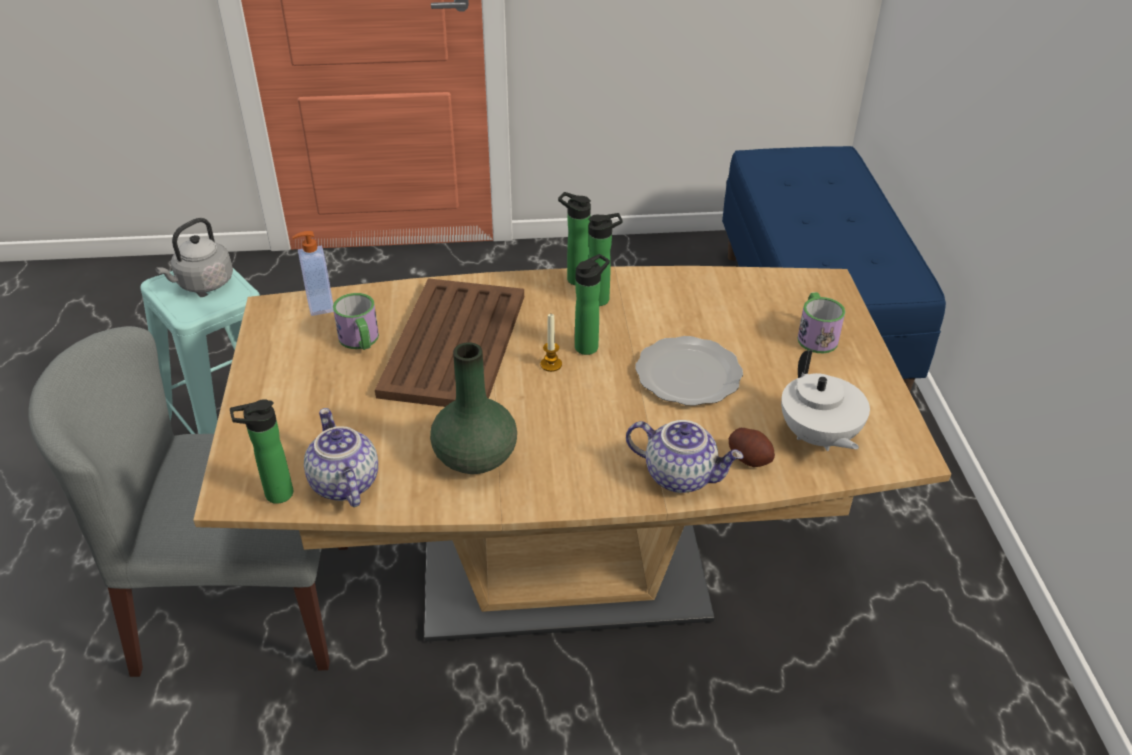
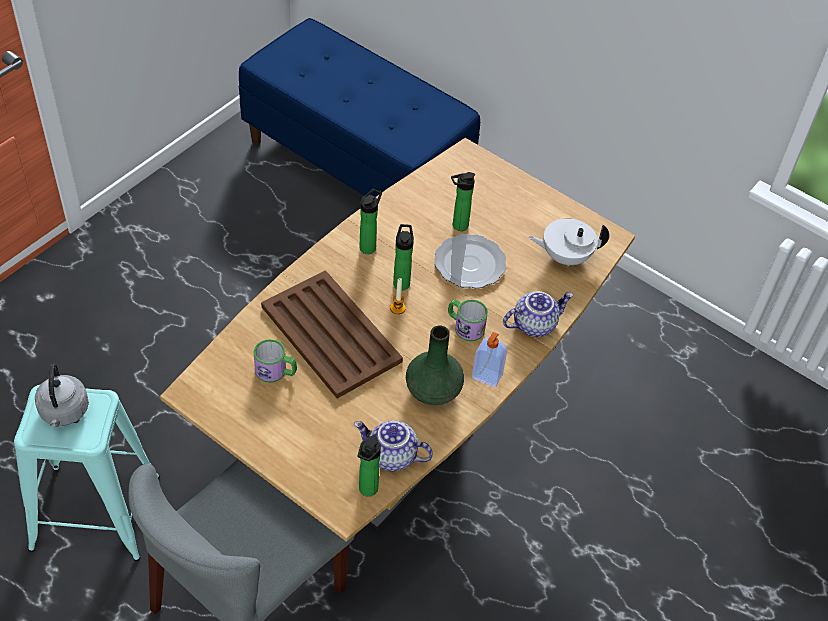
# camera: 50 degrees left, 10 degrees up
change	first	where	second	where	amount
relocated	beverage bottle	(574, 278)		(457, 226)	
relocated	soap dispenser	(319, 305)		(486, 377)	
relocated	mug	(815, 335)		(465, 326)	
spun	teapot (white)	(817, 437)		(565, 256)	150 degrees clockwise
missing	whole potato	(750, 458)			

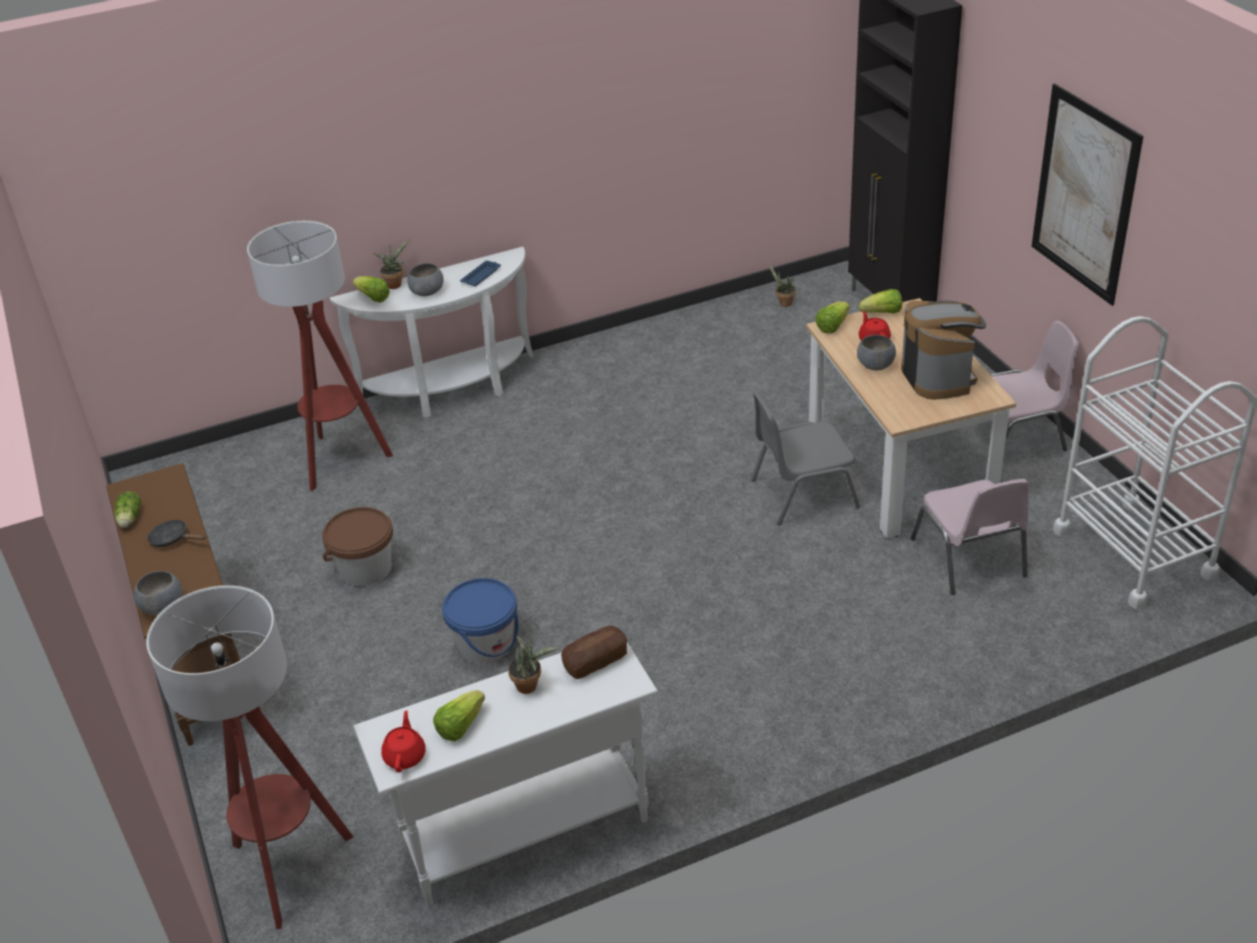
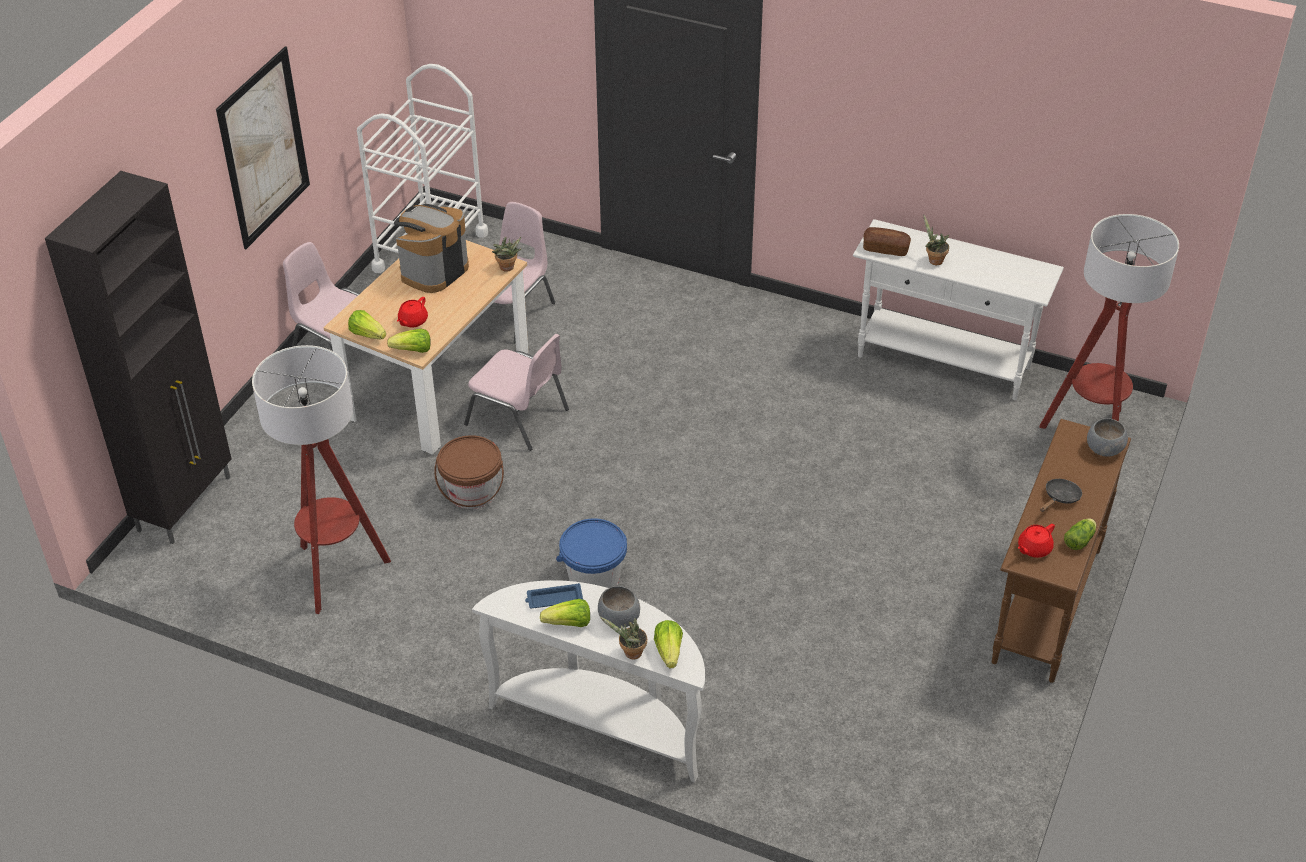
# camera: 135 degrees left, 5 degrees up
change	first	where	second	where	amount
relocated	standard lamp	(341, 460)		(336, 573)	
relocated	plant in a pot	(783, 303)		(507, 268)	
missing	deep dish (grey)	(876, 365)			
colour	upright chair (grey)	(802, 493)	upright chair (pink)	(518, 417)	
relocated	pail (brown)	(365, 568)		(472, 492)	
spun	pan (black)	(173, 539)		(1060, 498)	120 degrees counterclockwise
relocated	pail (blue-coloured)	(485, 643)		(594, 577)	
relocated	head of lettuce	(460, 726)		(569, 624)	
relocated	teapot (red)	(405, 756)		(1033, 549)	

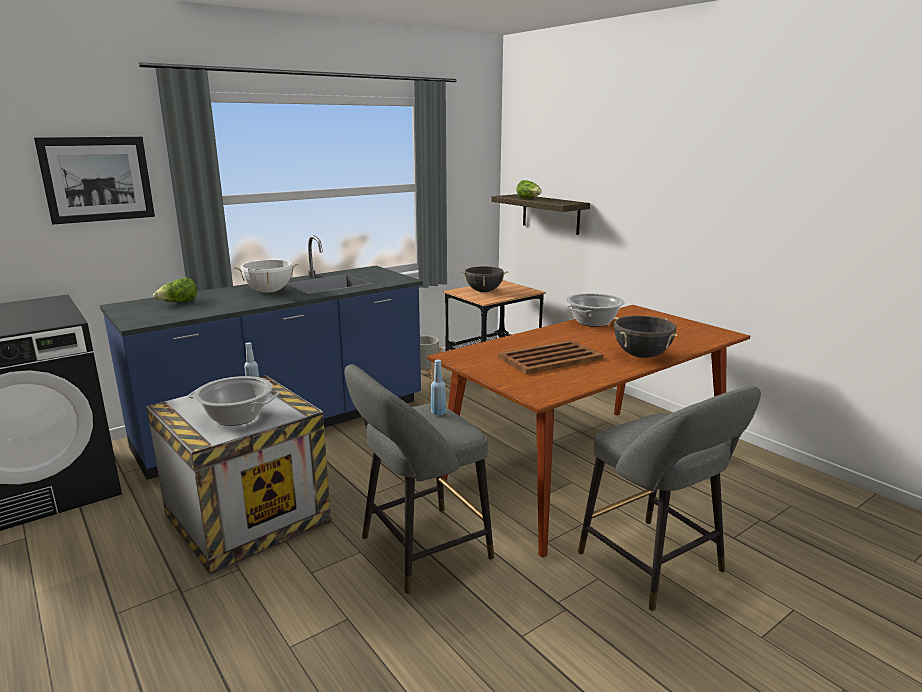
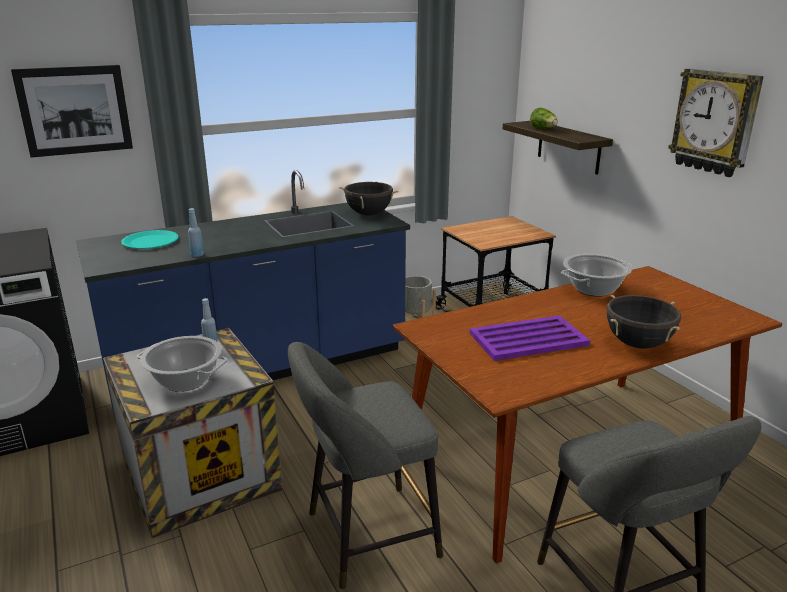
# camera: 10 degrees right, 5 degrees up
change	first	where	second	where	amount
missing	stockpot (white)	(269, 291)			
relocated	stockpot (black)	(484, 291)		(369, 214)	
exchanged	head of lettuce	(178, 302)	plate (turquoise-coloured)	(150, 241)	
colour	tray (brown)	(549, 358)	tray (purple-coloured)	(527, 339)	
relocated	beverage bottle (blue-coloured)	(438, 413)		(197, 255)	
appeared			wall clock	(715, 122)	

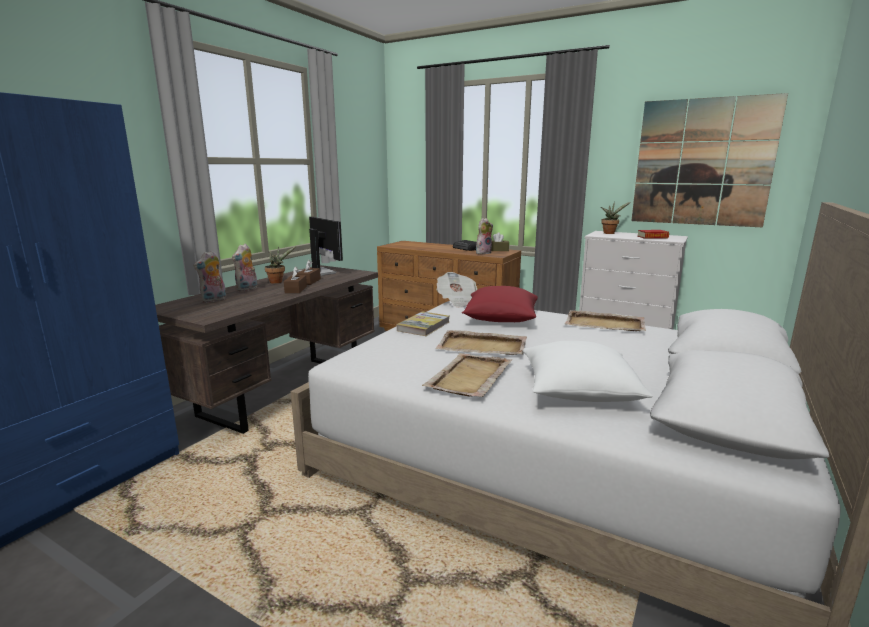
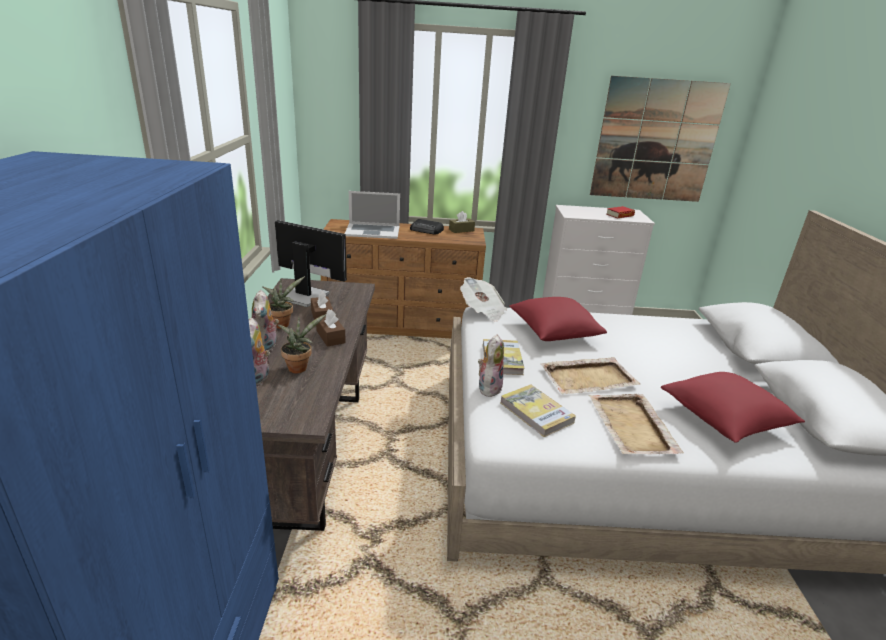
# camera: 30 degrees left, 10 degrees up
change	first	where	second	where	amount
relocated	plant in a pot	(610, 233)		(299, 367)	
relocated	soft toy	(483, 253)		(488, 387)	
missing	tray (beige-coloured)	(605, 324)			
colour	throw pillow (white)	(578, 392)	throw pillow (red)	(724, 420)	
appeared			notebook computer	(372, 231)	
appeared			book	(536, 412)	

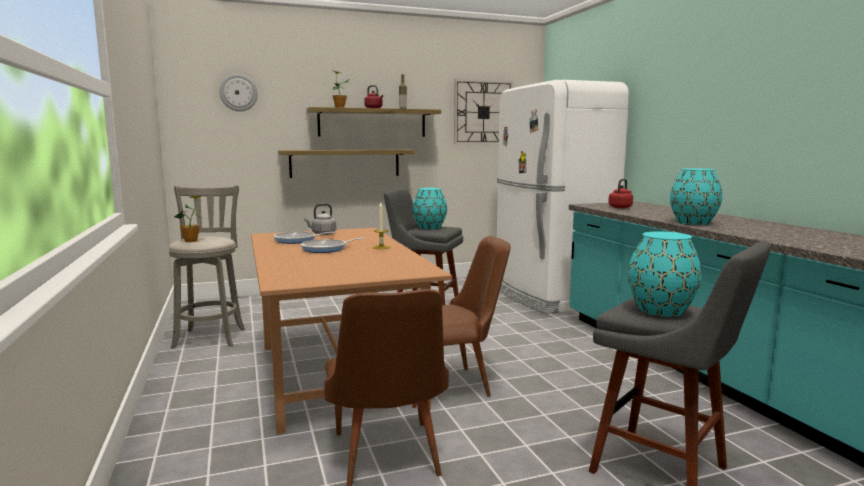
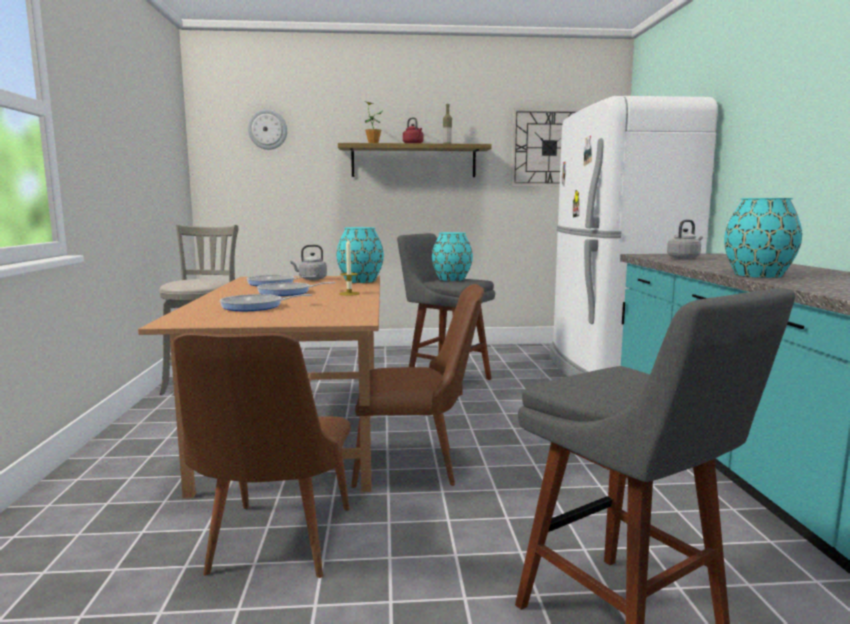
# camera: 15 degrees right, 0 degrees up
change	first	where	second	where	amount
missing	shelf	(345, 163)			
colour	tea kettle (red)	(620, 207)	tea kettle (grey)	(684, 258)	
missing	plant in a pot	(191, 241)			
relocated	flower vase (turquoise-coloured)	(662, 310)		(360, 281)	
appeared			pan	(255, 306)	

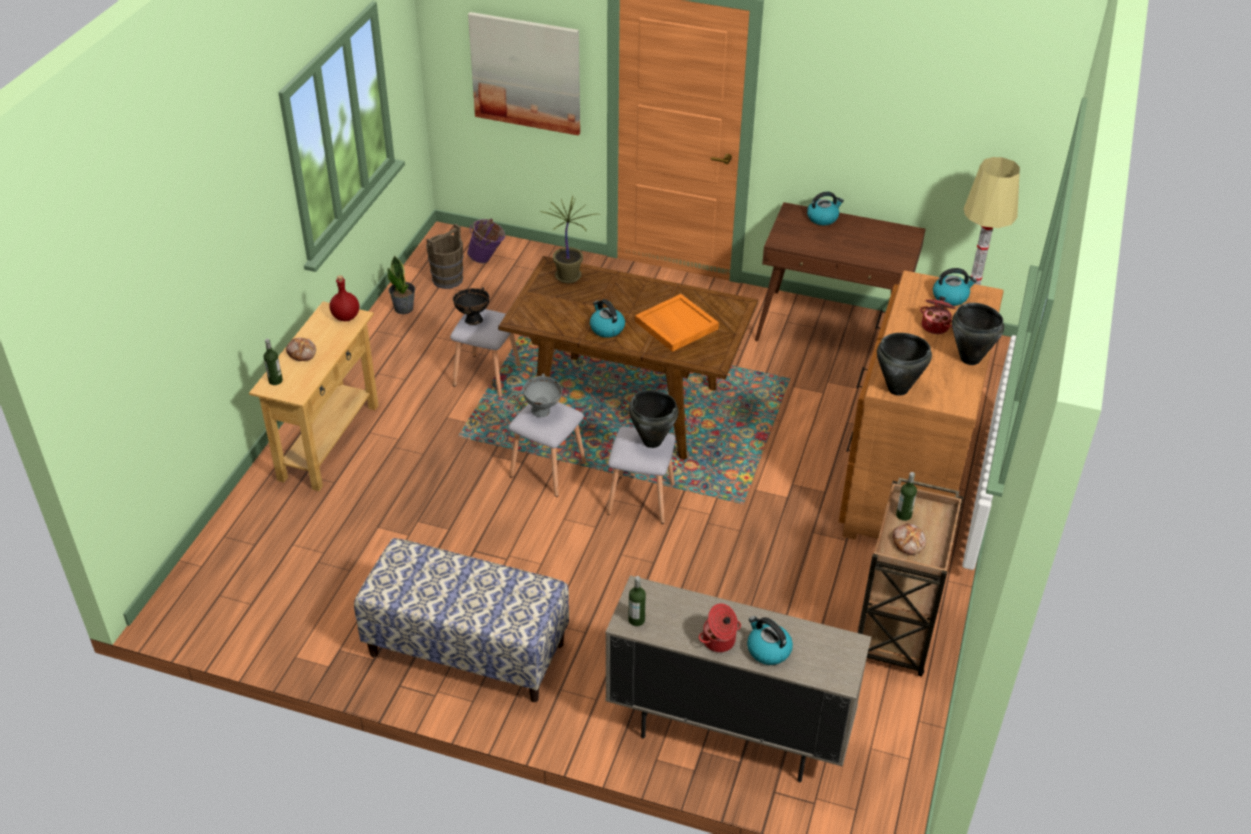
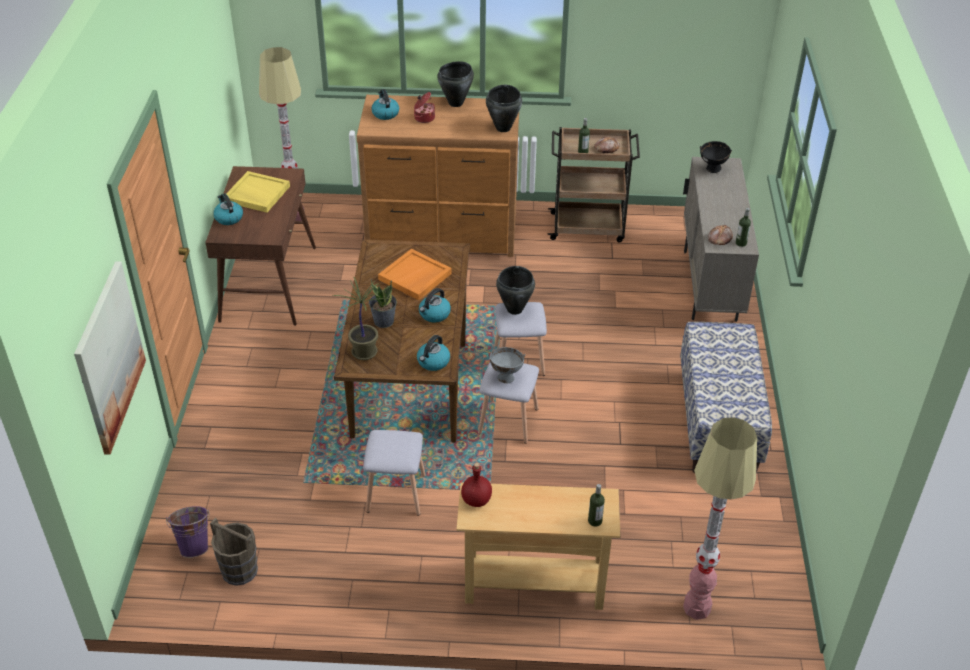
# camera: 105 degrees left, 0 degrees up
change	first	where	second	where	amount
relocated	plant in a pot	(404, 308)		(383, 321)	
relocated	deep dish (black)	(472, 320)		(712, 170)	
relocated	bread	(302, 353)		(719, 239)	
missing	stockpot	(719, 641)			
relocated	tea kettle	(768, 650)		(433, 362)	
appeared			tray (yellow-coloured)	(256, 194)	
appeared			standard lamp	(697, 608)	

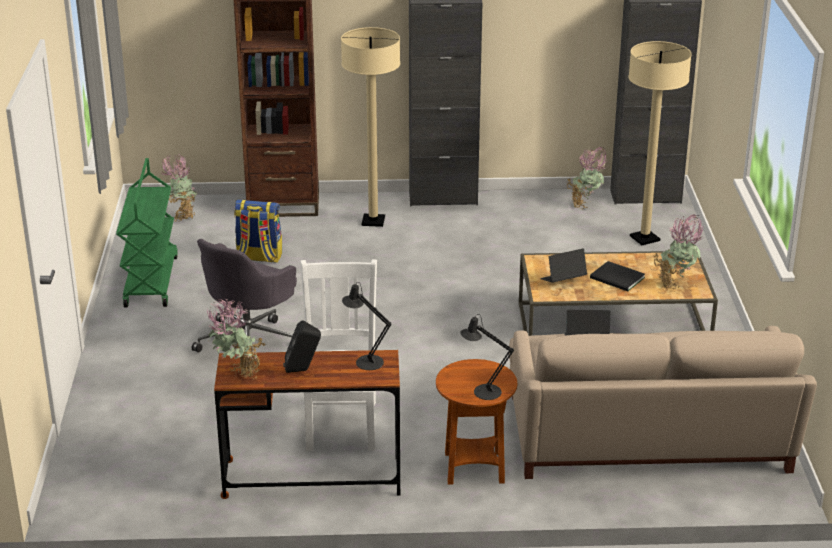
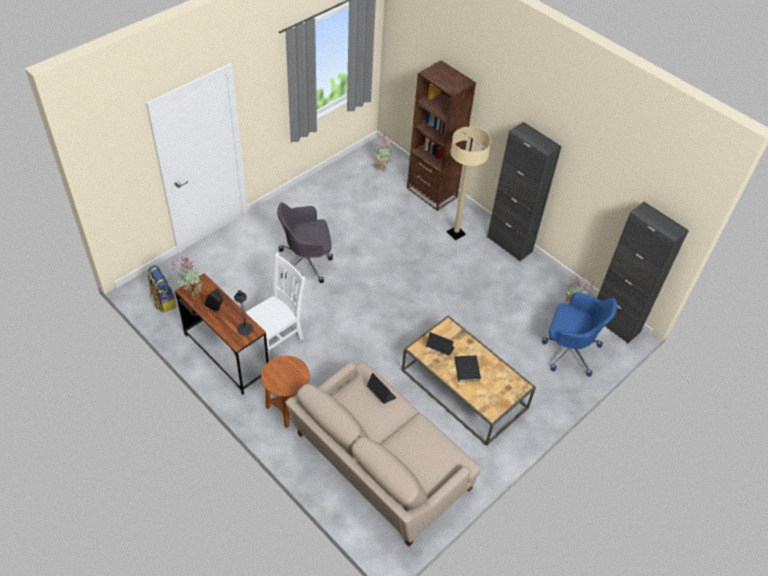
# camera: 45 degrees right, 20 degrees up
change	first	where	second	where	amount
exchanged	standard lamp (beige-coloured)	(644, 238)	office chair (blue-coloured)	(569, 350)	
missing	trolley (greenish)	(150, 281)			
relocated	knapsack	(259, 257)		(163, 301)	
missing	plant in a pot	(675, 283)			
missing	table lamp (black)	(483, 391)			

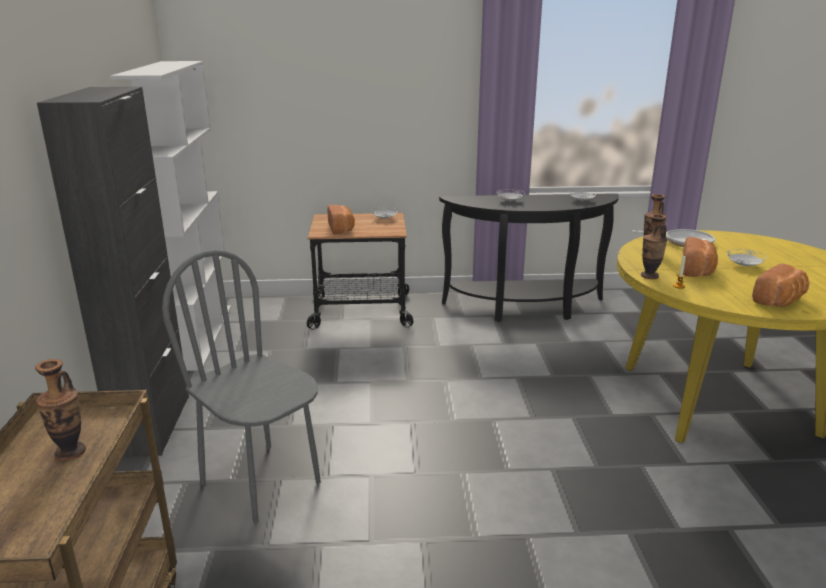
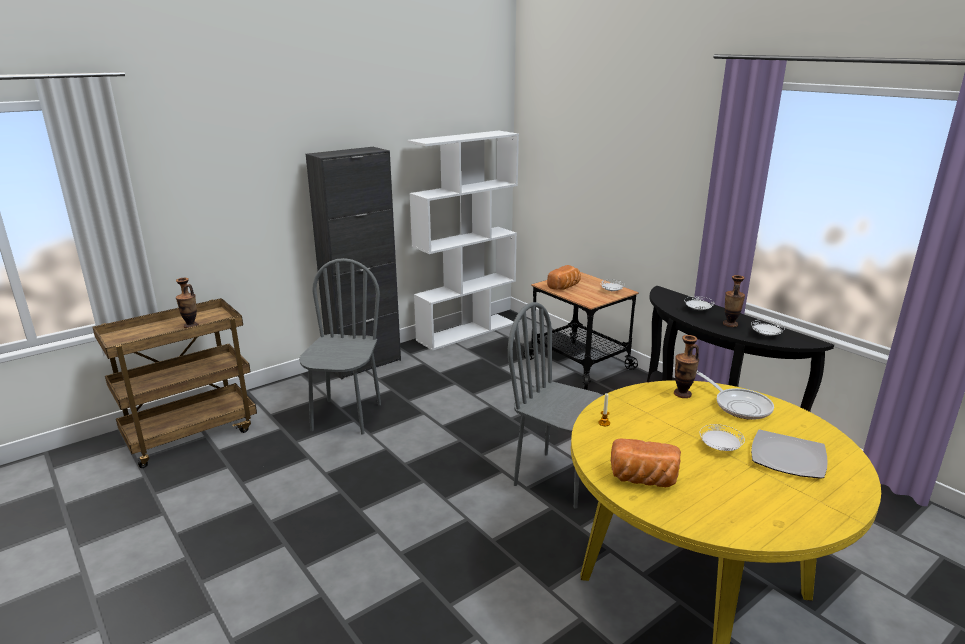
# camera: 55 degrees right, 0 degrees up
change	first	where	second	where	amount
relocated	flower vase	(649, 276)		(730, 324)	
missing	bread	(698, 270)			
appeared			upright chair (grey)	(559, 479)	
appeared			plate	(788, 457)	

